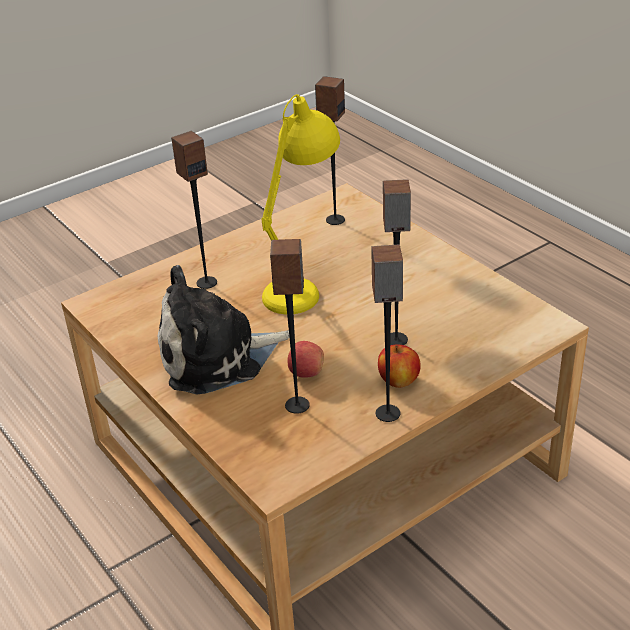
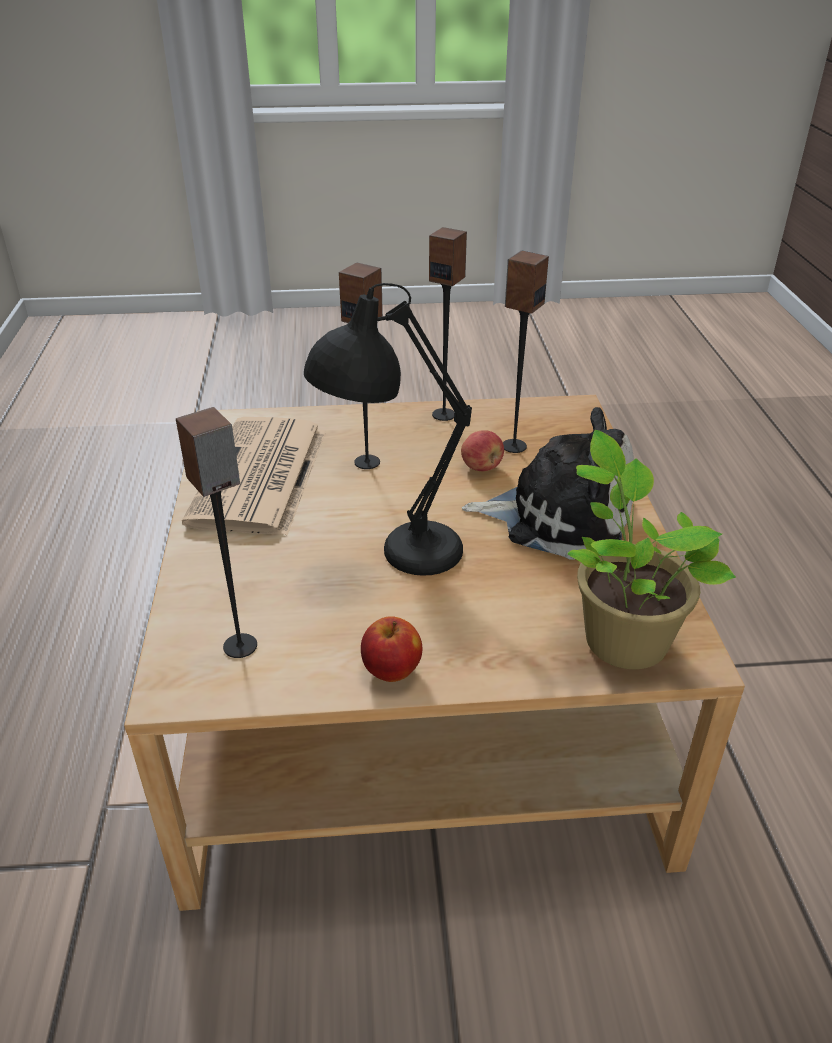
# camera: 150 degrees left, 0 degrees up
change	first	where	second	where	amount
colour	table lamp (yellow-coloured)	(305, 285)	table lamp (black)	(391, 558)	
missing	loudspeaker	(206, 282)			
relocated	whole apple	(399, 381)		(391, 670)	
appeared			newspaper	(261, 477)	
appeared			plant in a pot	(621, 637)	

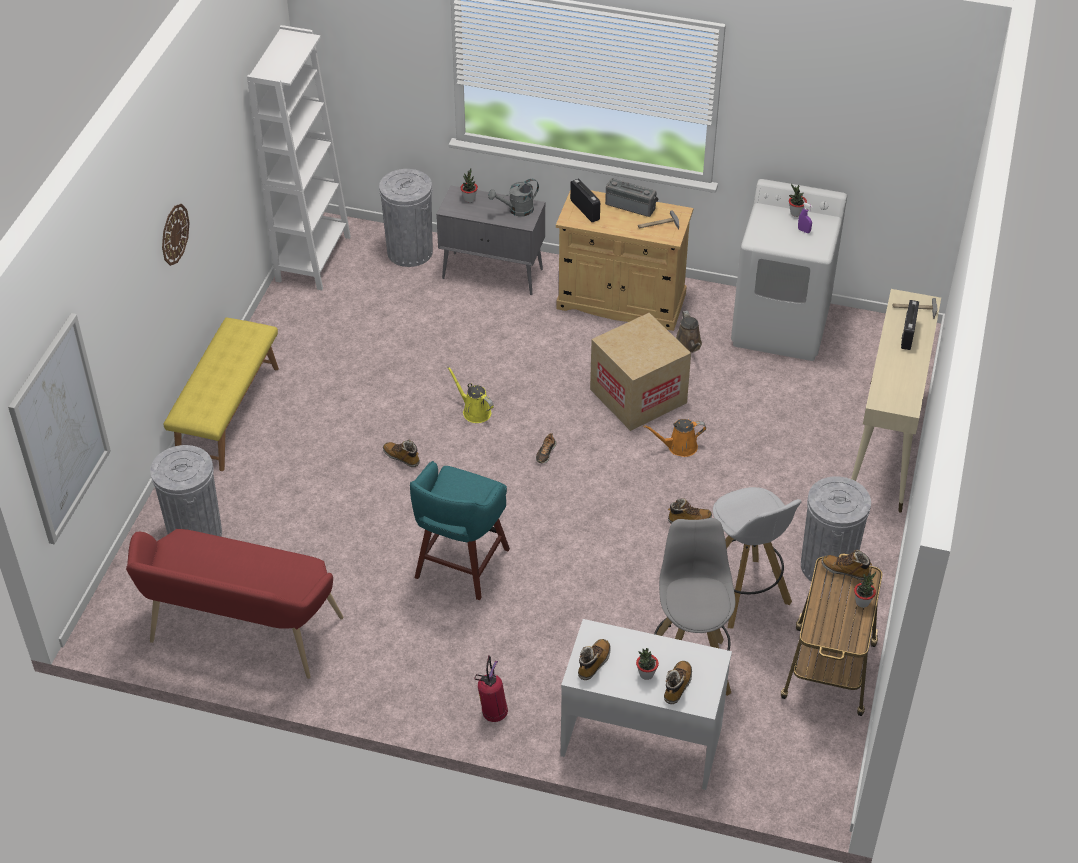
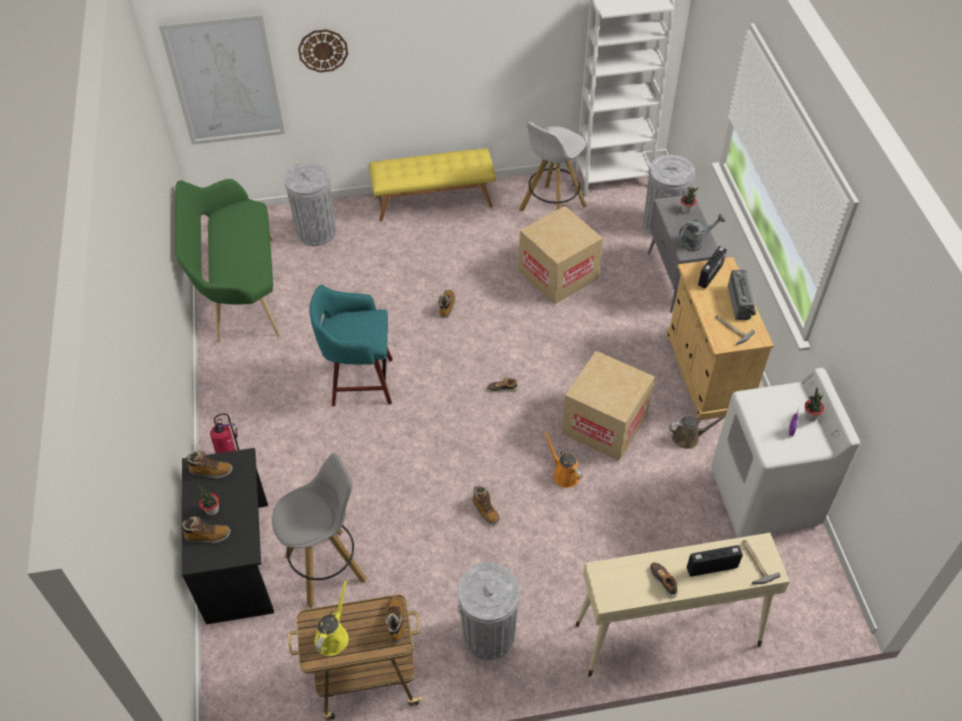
# camera: 65 degrees right, 5 degrees up
change	first	where	second	where	amount
spun	sprinkling can (grey)	(516, 210)		(696, 242)	120 degrees clockwise
relocated	wall clock	(174, 234)		(323, 50)	
spun	sprinkling can (brown)	(689, 345)		(688, 437)	150 degrees counterclockwise
relocated	sprinkling can (yellow-coloured)	(474, 411)		(333, 636)	
relocated	sitting stool (white)	(744, 594)		(552, 209)	
colour	long seat (red)	(240, 635)	long seat (greenish)	(240, 291)	
missing	plant in a pot	(862, 602)			
colour	desk table (white)	(642, 739)	desk table (black)	(239, 561)	
appeared			carton	(558, 275)	
appeared			shoe	(664, 581)	

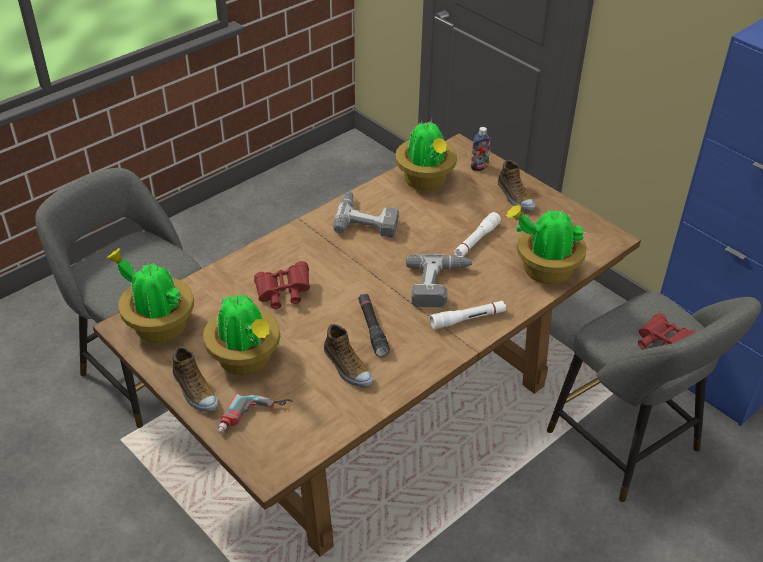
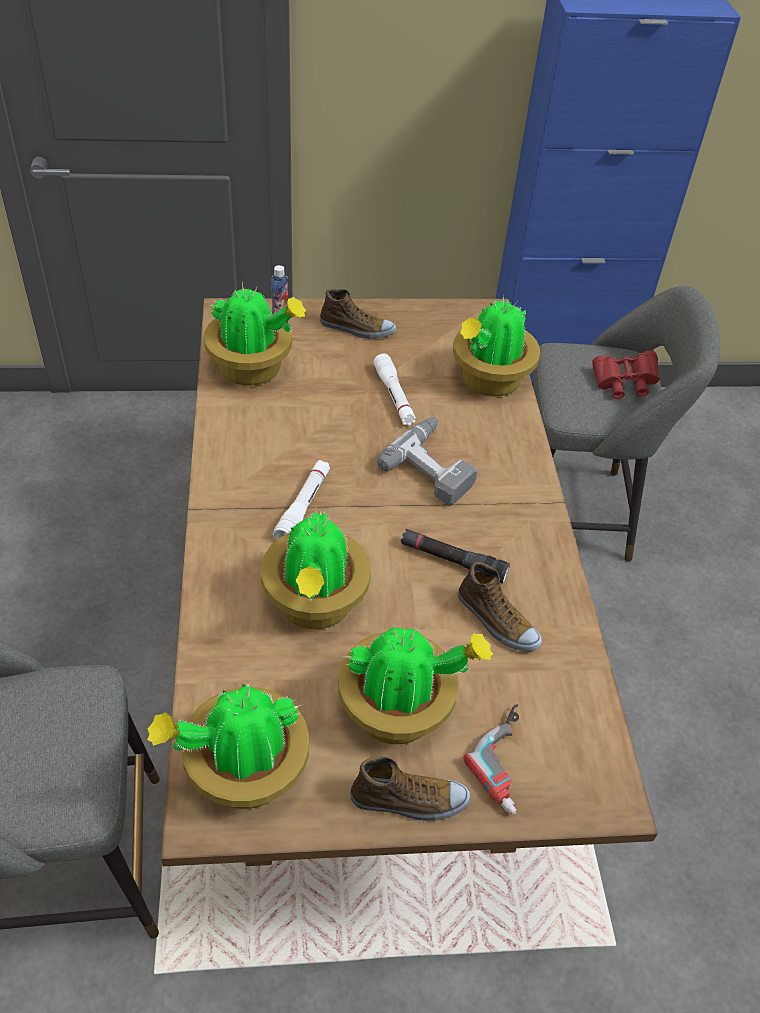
# camera: 55 degrees left, 5 degrees up
change	first	where	second	where	amount
missing	power drill	(367, 219)			
exchanged	field glasses (red)	(283, 294)	plant in a pot	(315, 605)	
relocated	torch (white)	(468, 319)		(303, 506)	
spun	shoe	(347, 367)		(496, 621)	45 degrees clockwise

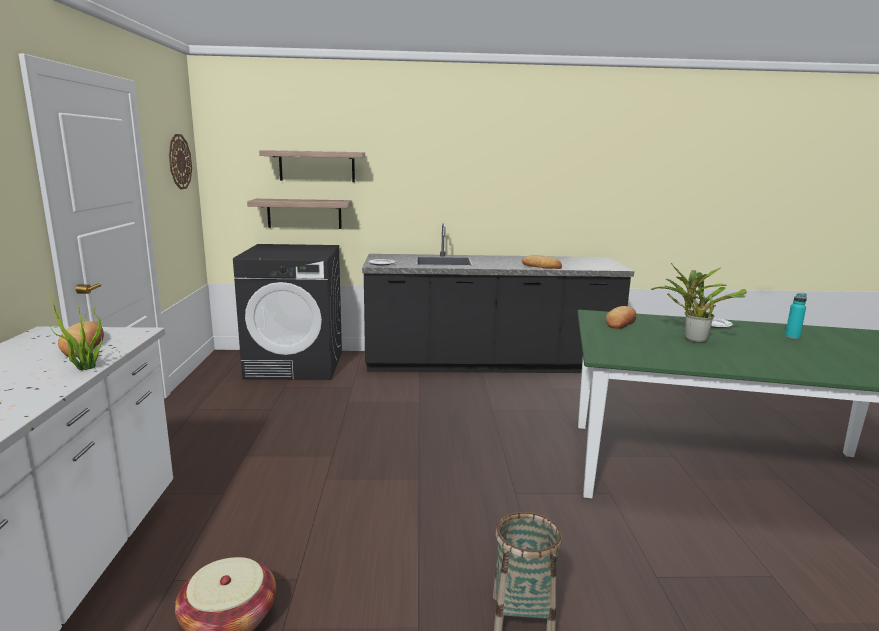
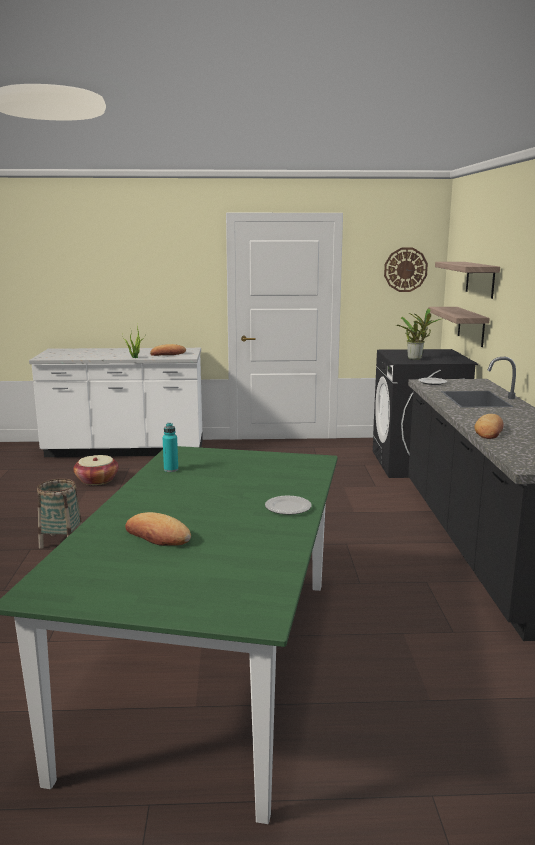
# camera: 90 degrees right, 0 degrees up
change	first	where	second	where	amount
relocated	plant in a pot	(692, 339)		(416, 358)	
relocated	beverage bottle (turquoise-coloured)	(792, 337)		(171, 469)	
relocated	bread	(621, 322)		(158, 536)	

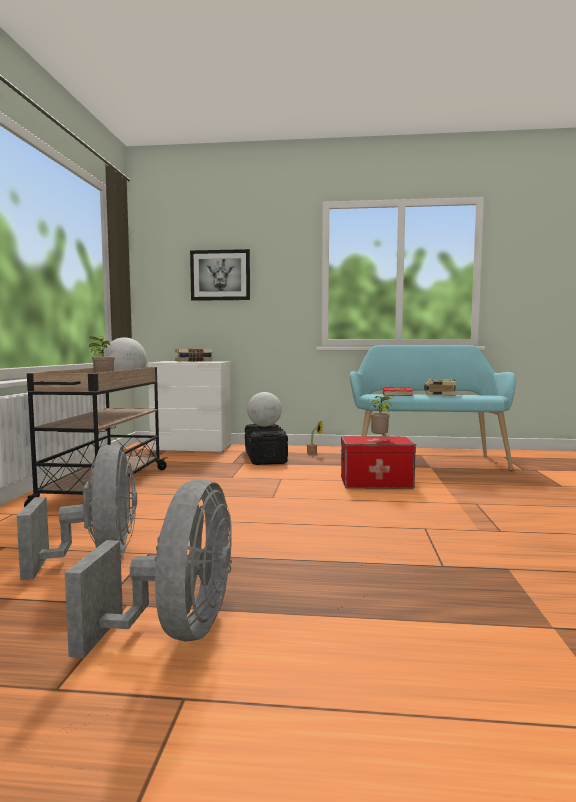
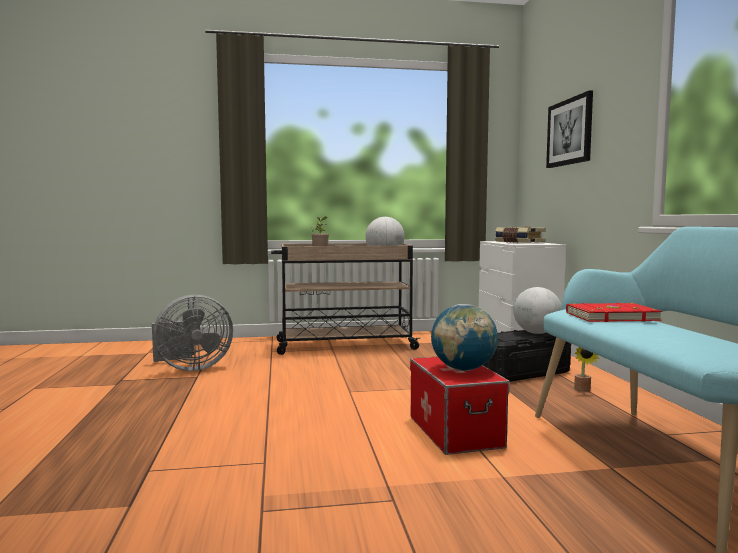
# camera: 75 degrees right, 0 degrees up
change	first	where	second	where	amount
missing	book	(439, 394)			
exchanged	plant in a pot	(380, 439)	desk globe	(463, 369)	
missing	cooling fan (grey)	(177, 630)			

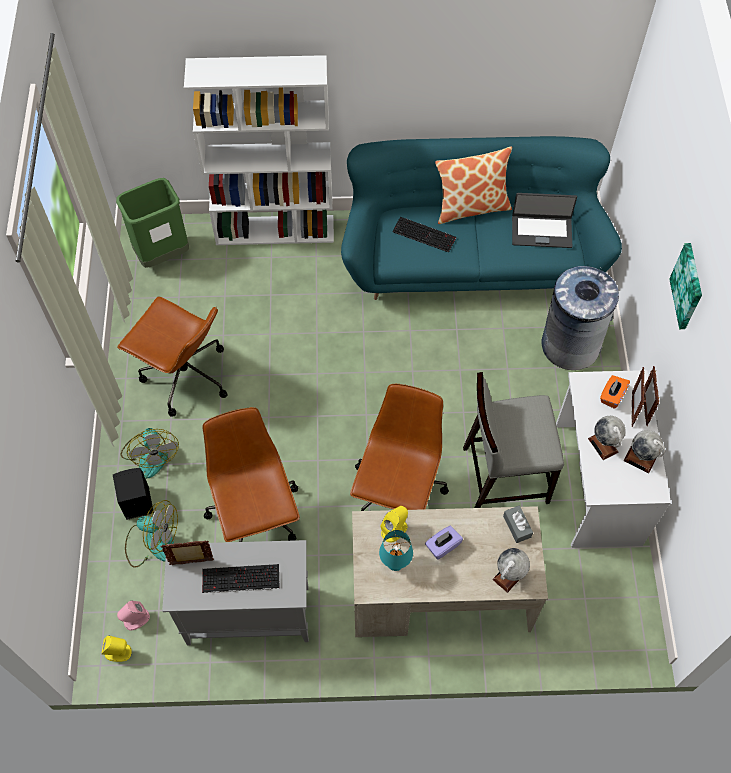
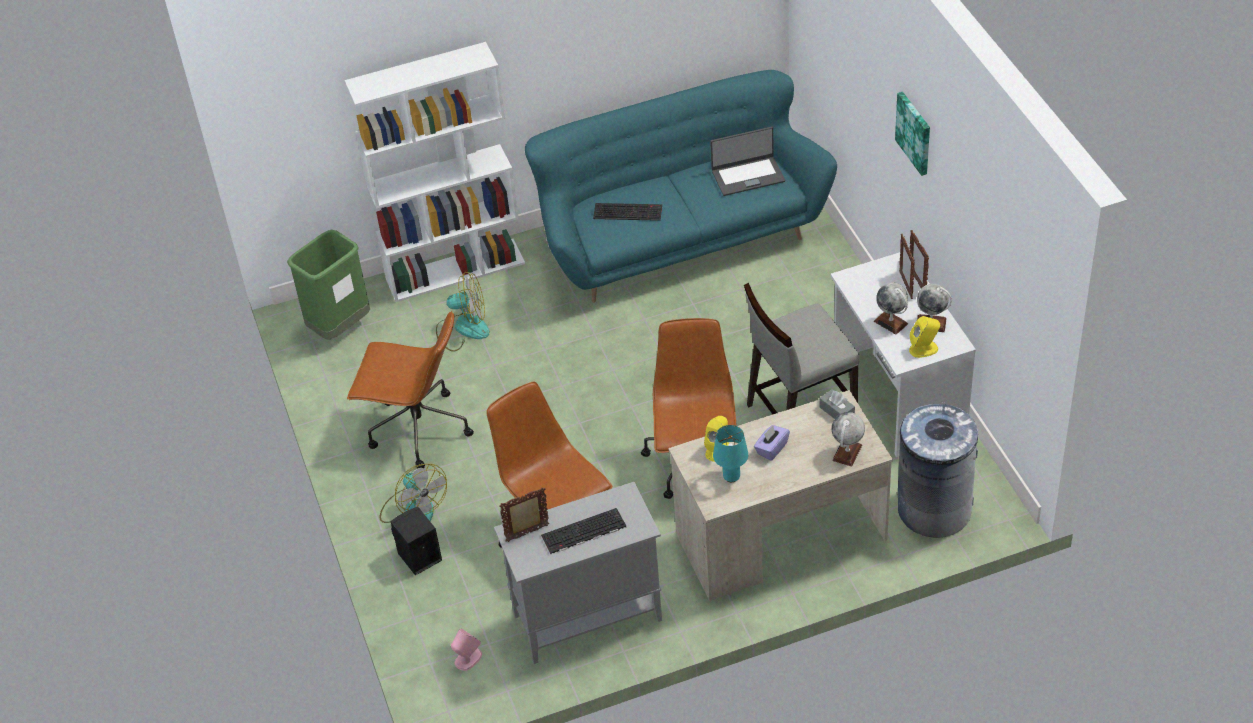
# camera: 15 degrees left, 15 degrees down
change	first	where	second	where	amount
missing	throw pillow	(471, 207)			
relocated	trash can (grey)	(570, 344)		(933, 509)	
missing	box of tissues (orangey)	(612, 396)			
relocated	cooling fan	(152, 541)		(463, 328)	
relocated	loudspeaker (yellow-coloured)	(118, 652)		(924, 349)	

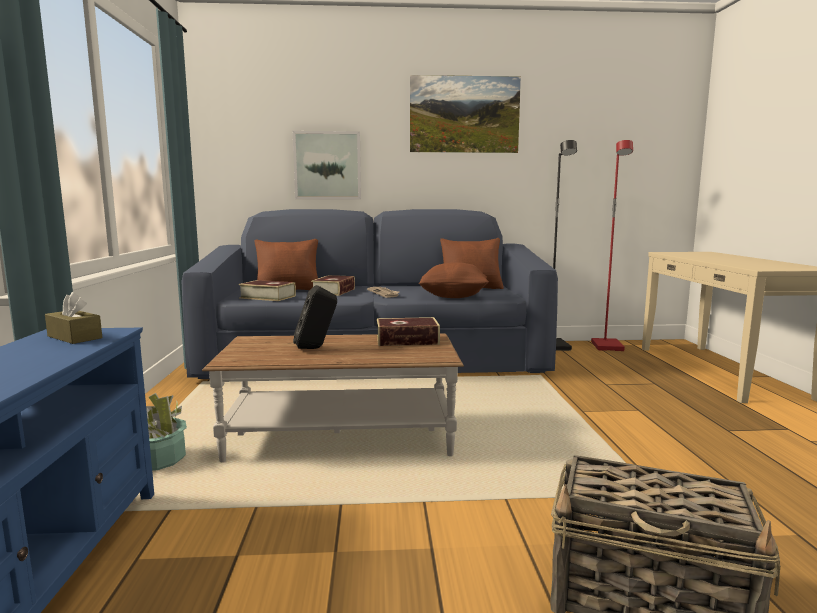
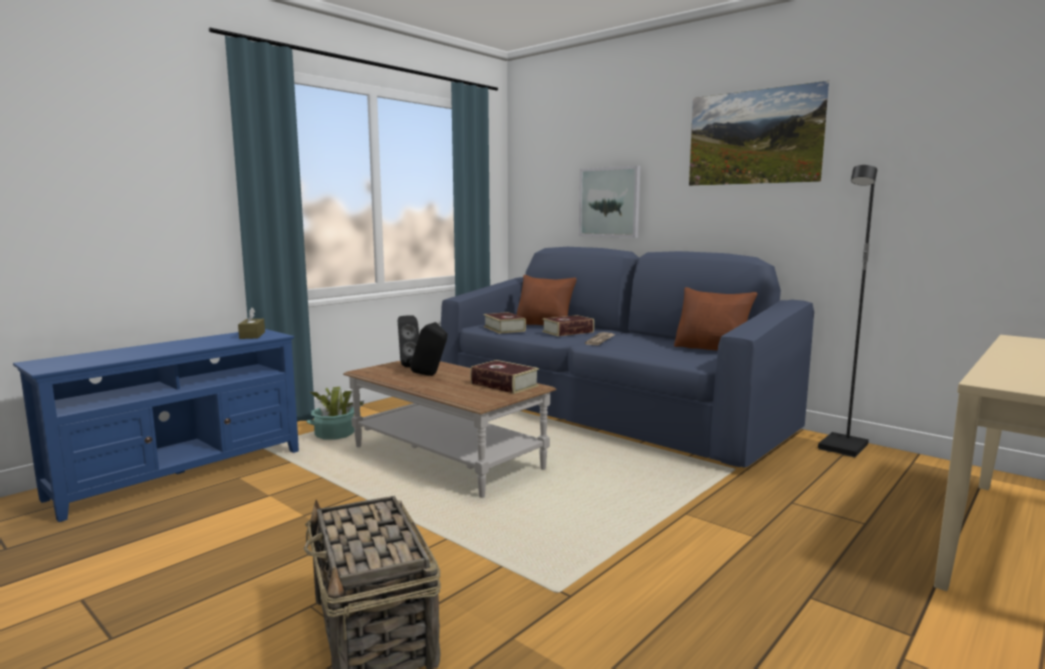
# camera: 45 degrees right, 0 degrees up
change	first	where	second	where	amount
missing	standard lamp (red)	(608, 346)			
missing	throw pillow (brown)	(453, 297)			
appeared			loudspeaker (black)	(408, 366)	

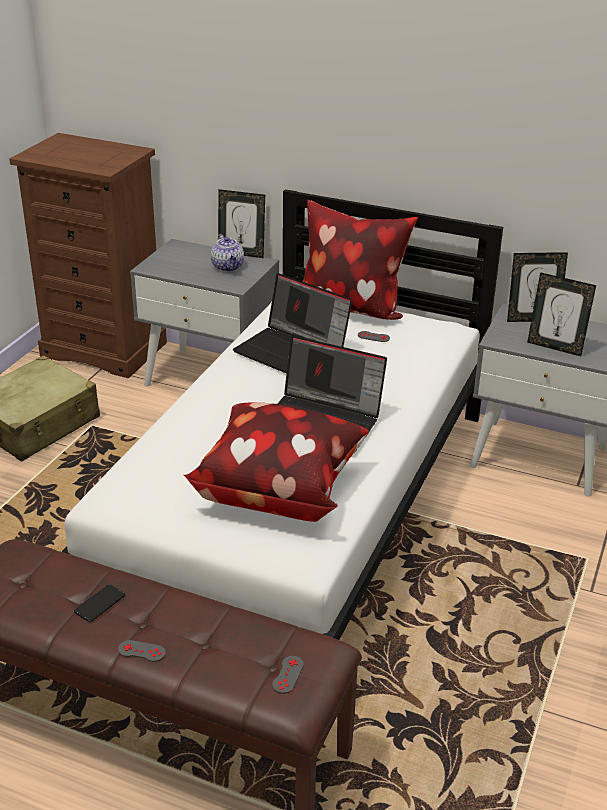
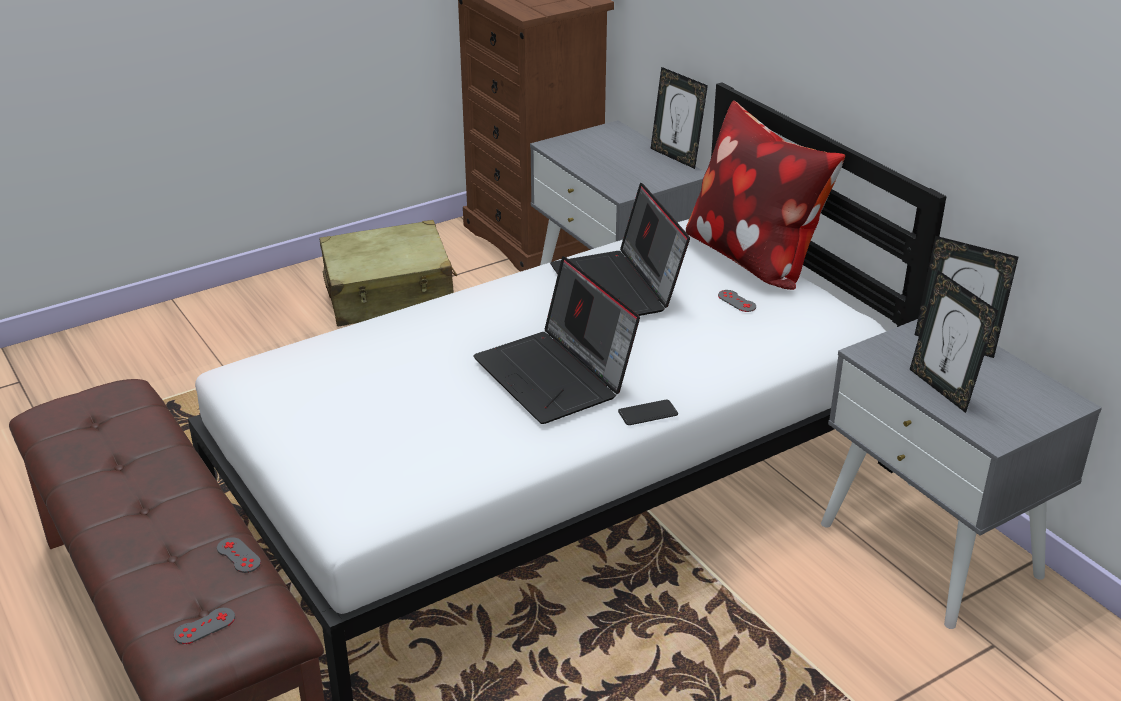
# camera: 35 degrees right, 0 degrees up
change	first	where	second	where	amount
missing	teapot	(228, 267)			
missing	throw pillow	(278, 489)			
relocated	phone	(100, 604)		(648, 413)	
relocated	joypad (grey)	(141, 651)		(238, 555)	

